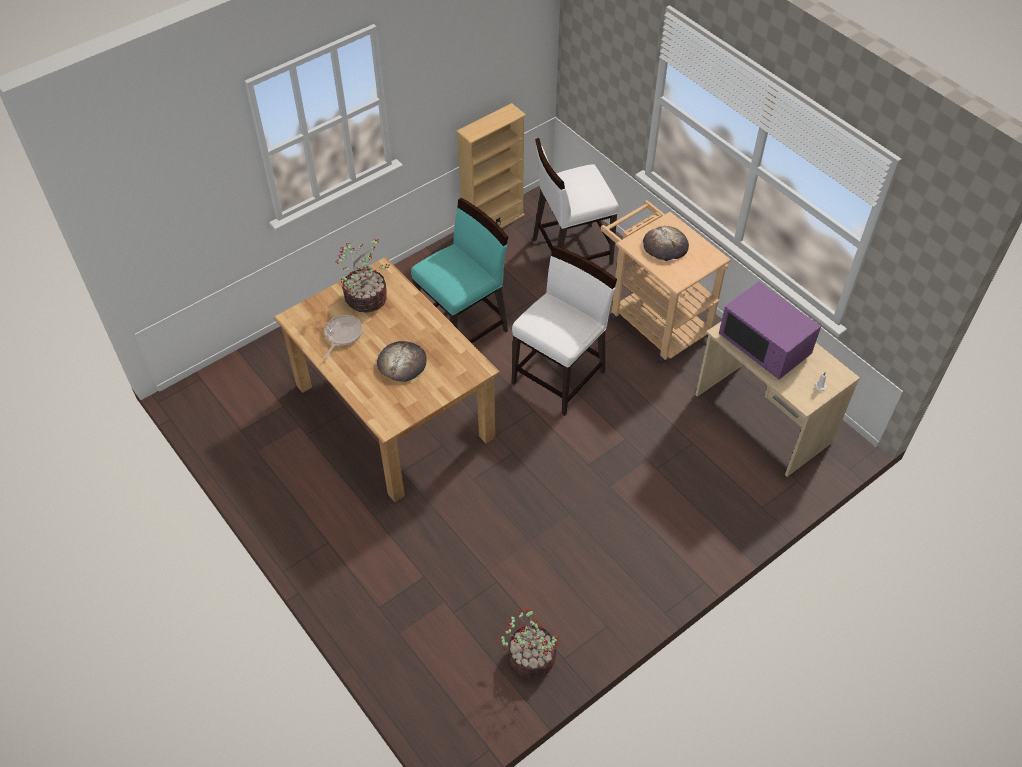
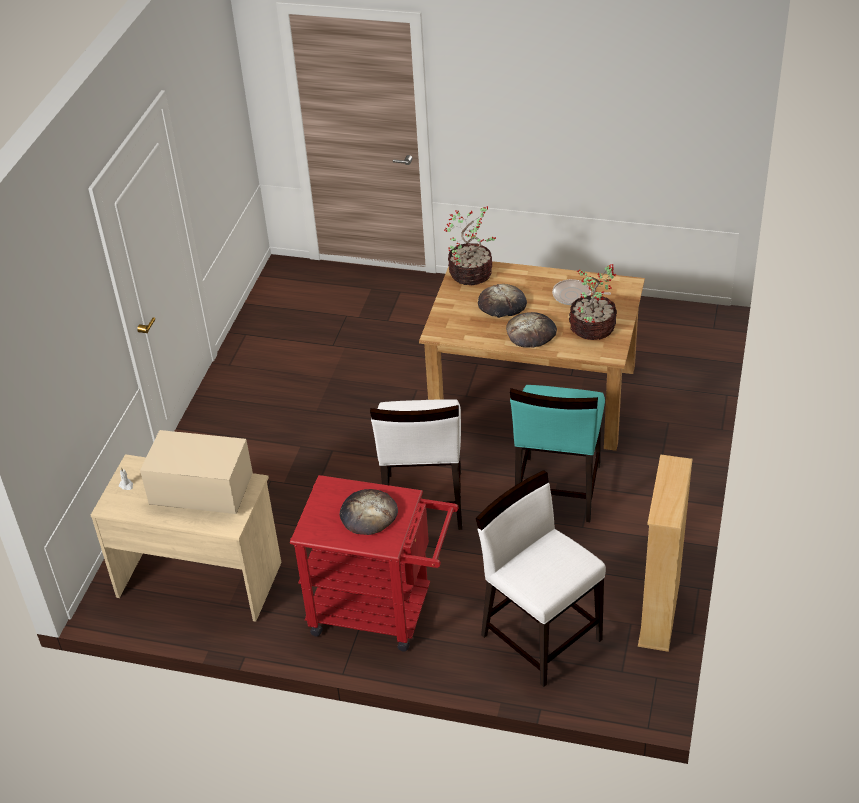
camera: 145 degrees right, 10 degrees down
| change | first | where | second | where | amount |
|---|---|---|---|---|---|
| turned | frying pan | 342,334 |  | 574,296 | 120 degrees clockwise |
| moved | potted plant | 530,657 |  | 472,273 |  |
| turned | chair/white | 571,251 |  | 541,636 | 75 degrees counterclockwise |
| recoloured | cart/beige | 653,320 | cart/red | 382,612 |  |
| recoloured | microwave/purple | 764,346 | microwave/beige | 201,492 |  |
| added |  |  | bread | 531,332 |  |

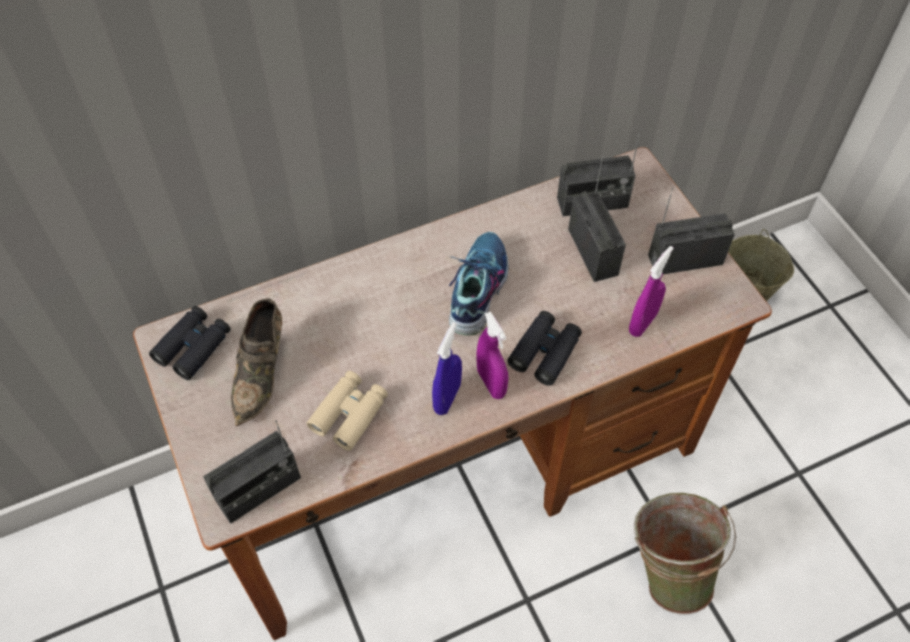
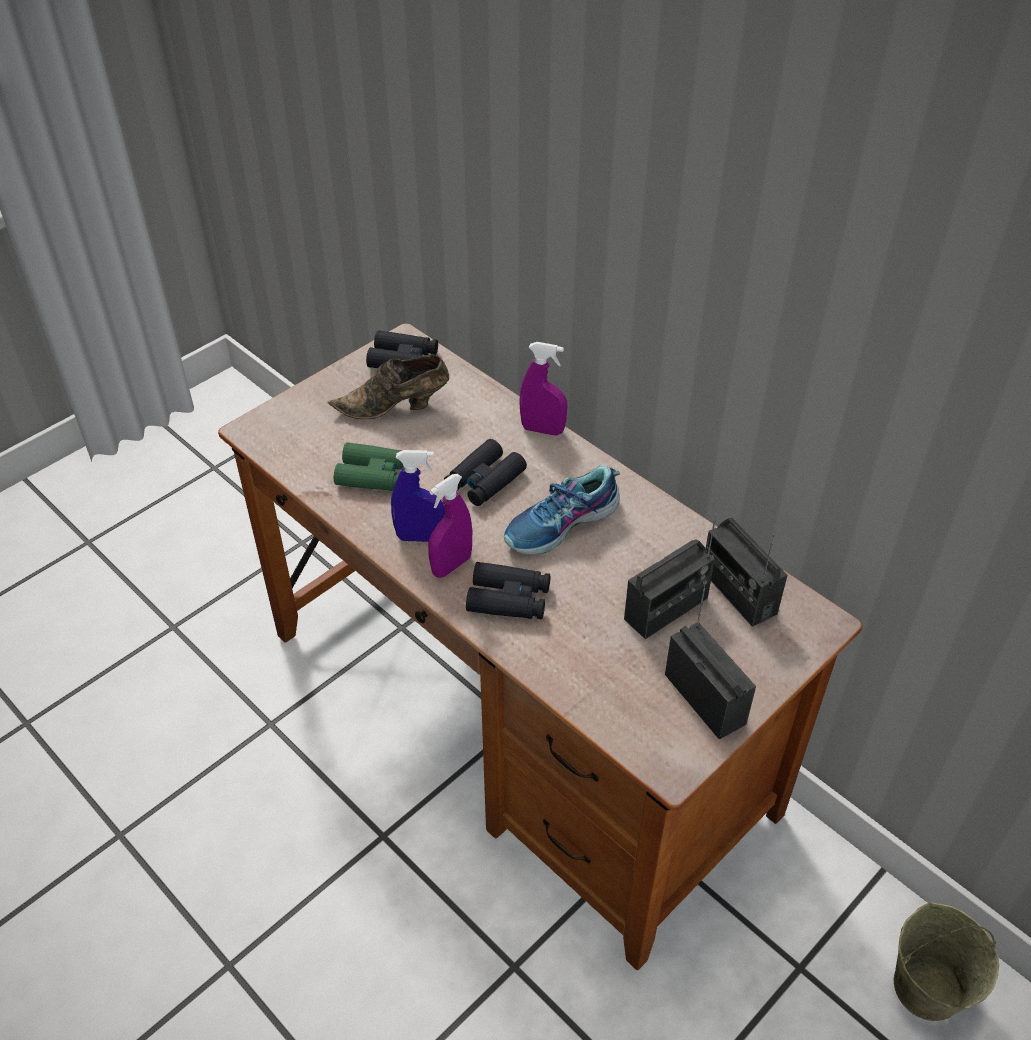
camera: 70 degrees right, 10 degrees down
| change | first | where | second | where | amount |
|---|---|---|---|---|---|
| removed | radio | 258,489 |  |  |  |
| recoloured | binoculars/beige | 349,414 | binoculars/green | 375,475 |  |
| turned | shoe | 476,289 |  | 562,525 | 150 degrees clockwise |
| moved | spray bottle/purple | 642,323 |  | 542,430 |  |
| removed | bucket/green | 668,569 |  |  |  |
| added |  |  | binoculars/black | 484,480 |  |

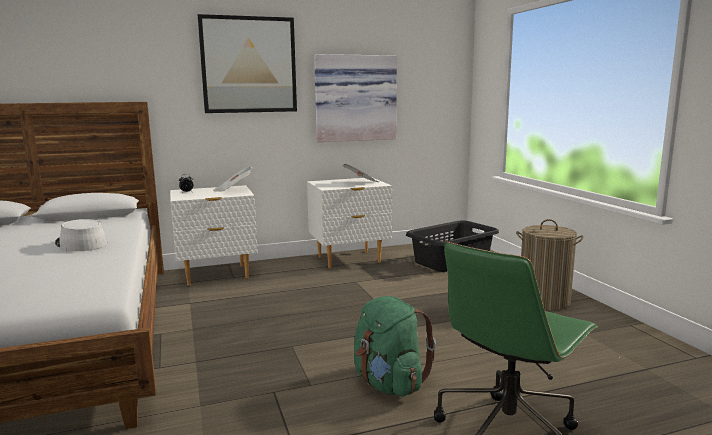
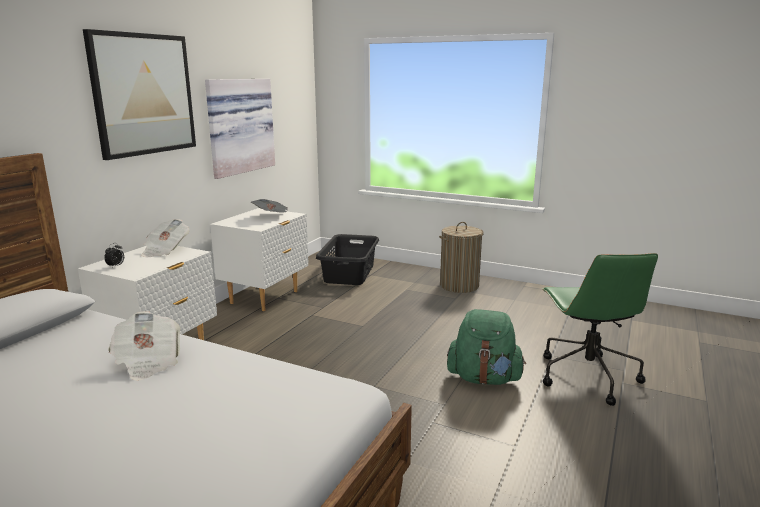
camera: 45 degrees left, 5 degrees up
| change | first | where | second | where | amount |
|---|---|---|---|---|---|
| replaced | hat/grey | 80,243 | newspaper | 148,362 |  |

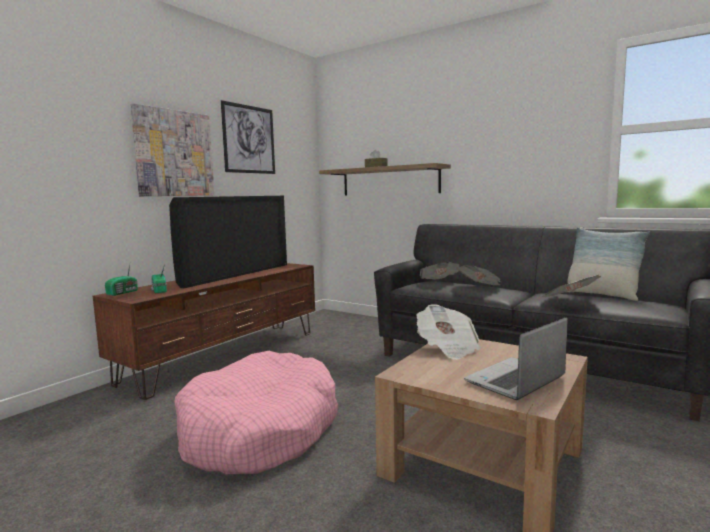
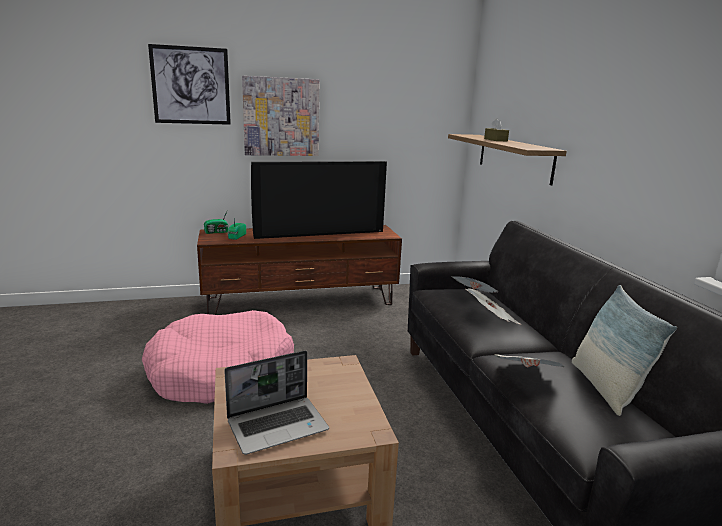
camera: 40 degrees right, 10 degrees up
| change | first | where | second | where | amount |
|---|---|---|---|---|---|
| moved | picture | 249,139 |  | 191,85 |  |
| removed | newspaper | 447,348 |  |  |  |
| turned | laptop | 515,380 |  | 278,425 | 150 degrees clockwise |

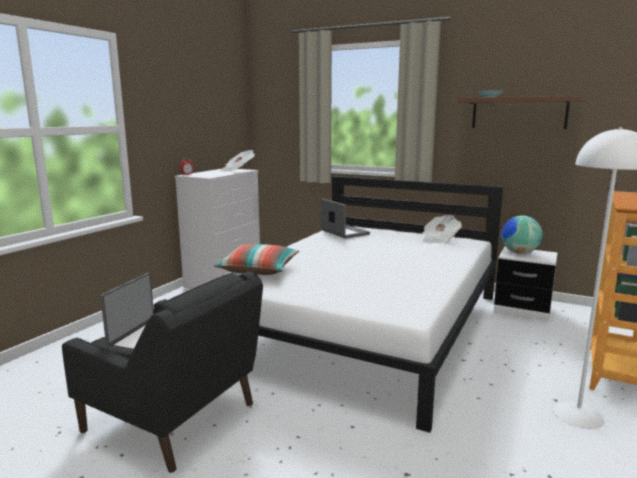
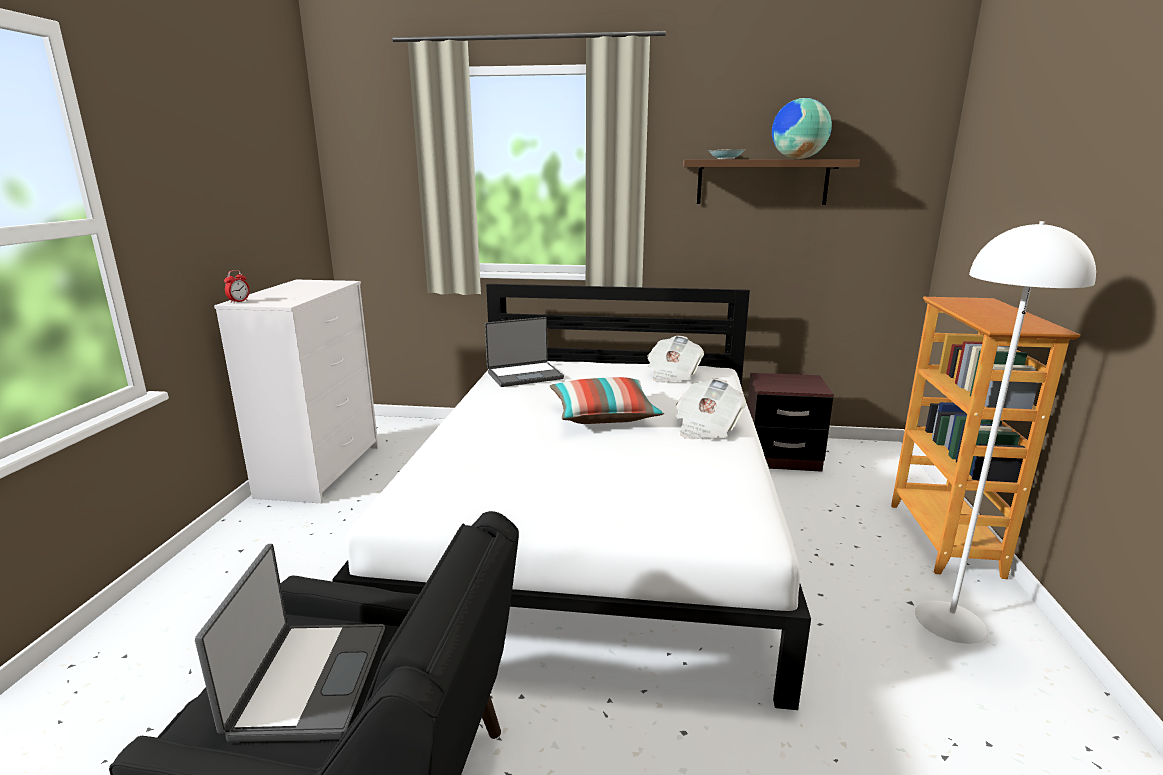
camera: 20 degrees left, 5 degrees up
| change | first | where | second | where | amount |
|---|---|---|---|---|---|
| moved | pillow | 259,270 |  | 603,415 |  |
| moved | newspaper | 237,170 |  | 706,428 |  |
| turned | laptop | 344,232 |  | 524,375 | 120 degrees clockwise |
| recoloured | nightstand/white | 522,310 | nightstand/brown | 781,458 |  |
| moved | globe | 519,253 |  | 797,159 |  |

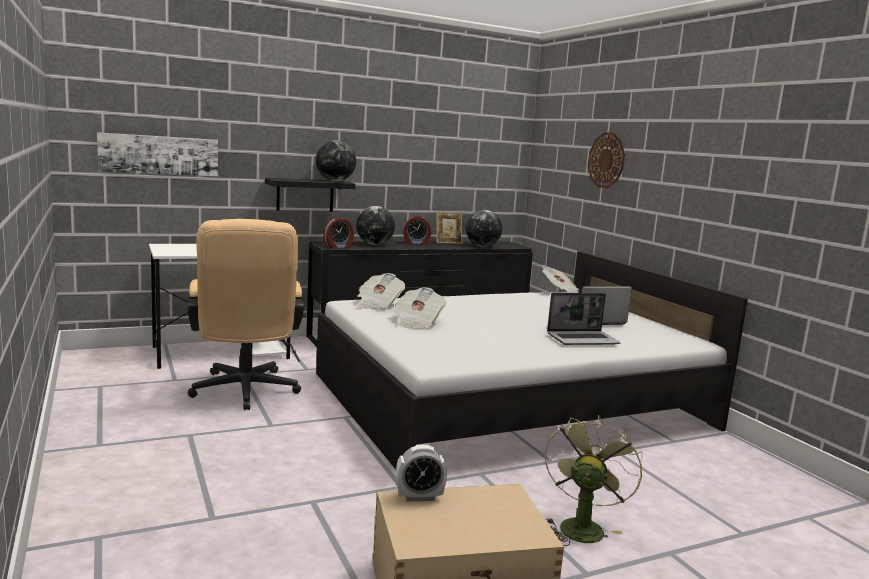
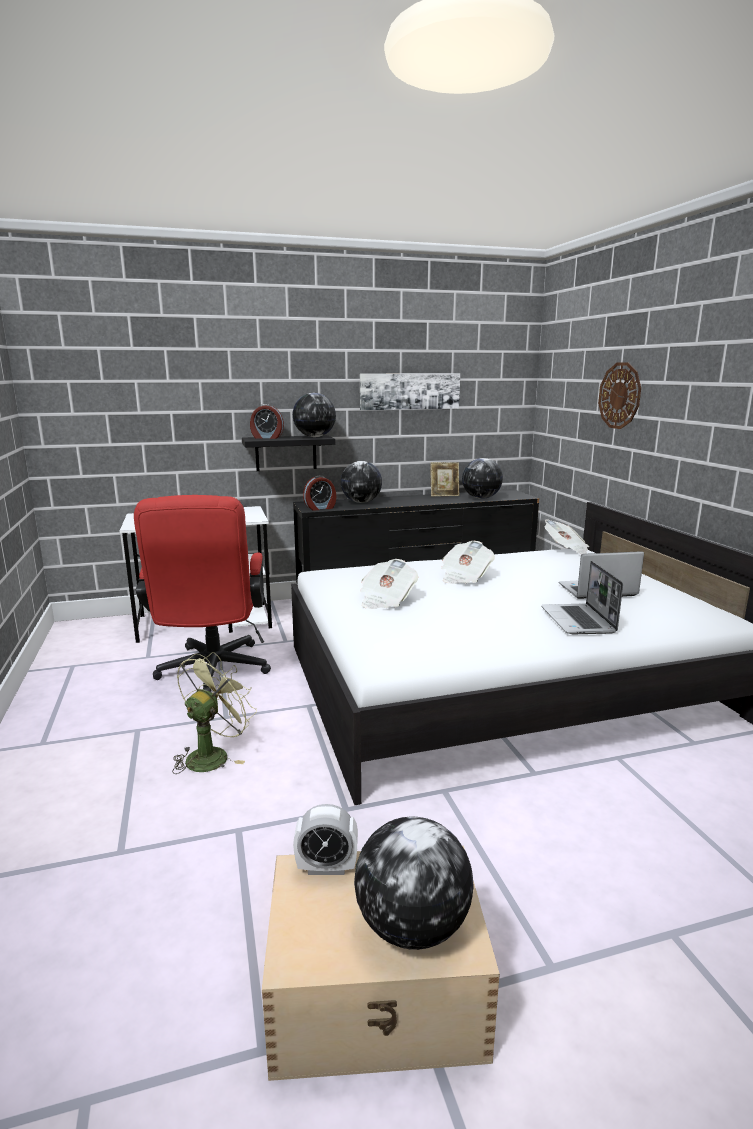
camera: 10 degrees right, 5 degrees up
| change | first | where | second | where | amount |
|---|---|---|---|---|---|
| moved | picture | 159,155 |  | 409,391 |  |
| recoloured | office chair/beige | 245,393 | office chair/red | 212,673 |  |
| moved | newspaper | 378,304 |  | 464,577 |  |
| moved | alarm clock | 416,243 |  | 267,437 |  |
| moved | fan/green | 581,526 |  | 212,755 |  |
| turned | laptop | 583,339 |  | 579,621 | 90 degrees clockwise |
| added |  |  | globe | 413,926 |  |

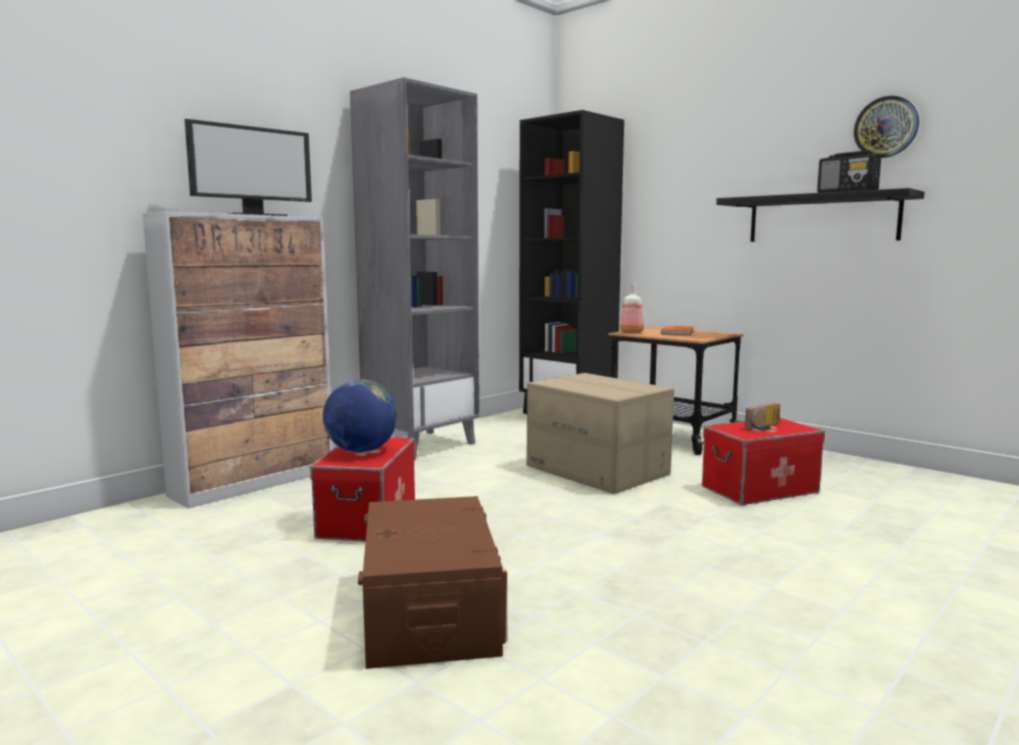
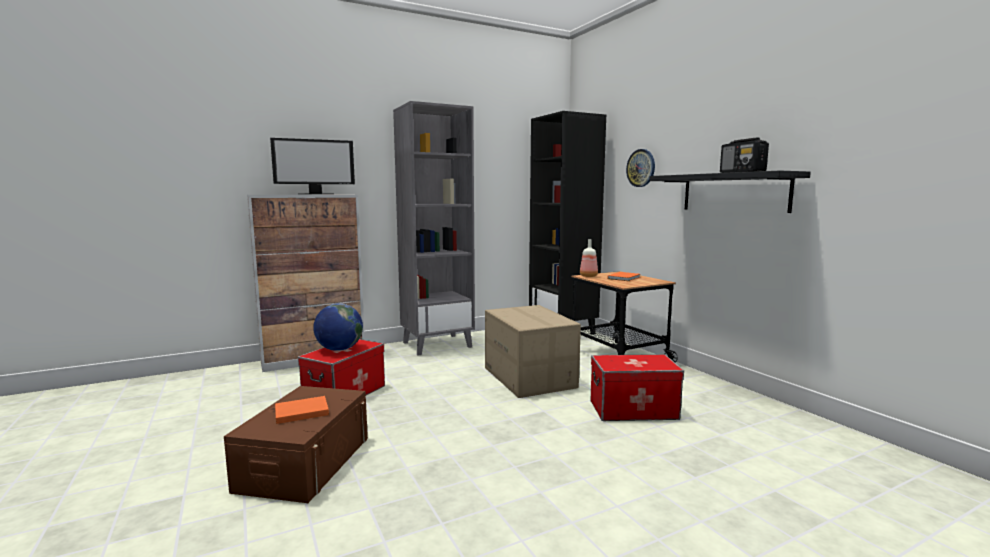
camera: 20 degrees right, 0 degrees up
| change | first | where | second | where | amount |
|---|---|---|---|---|---|
| removed | radio | 765,427 |  |  |  |
| moved | wall clock | 886,127 |  | 641,168 |  |
| added |  |  | book/orange | 300,412 |  |

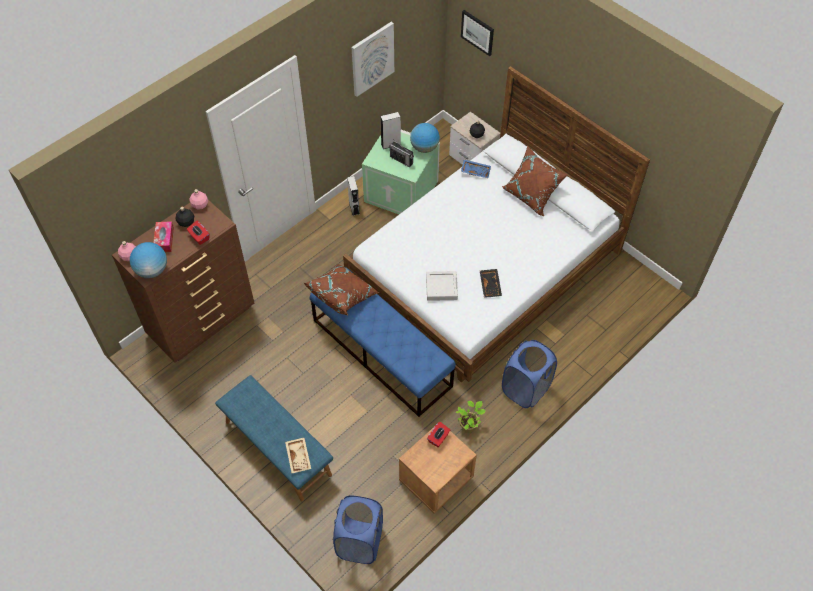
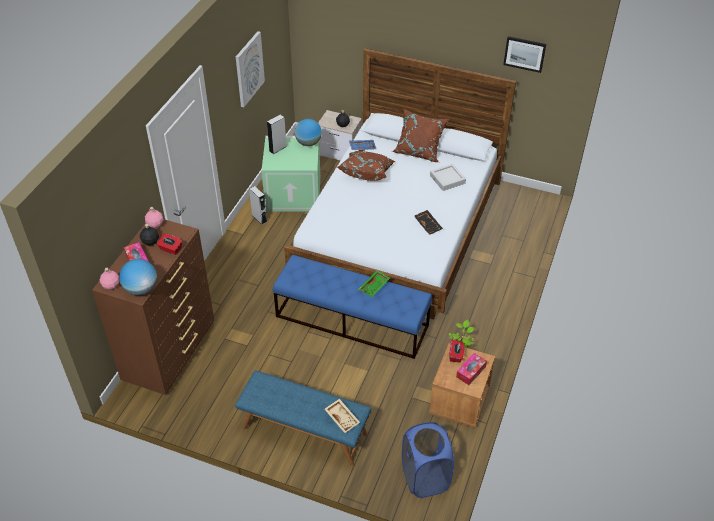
camera: 25 degrees left, 10 degrees down
| change | first | where | second | where | amount |
|---|---|---|---|---|---|
| moved | pillow/brown | 343,295 |  | 367,173 |  |
| removed | radio | 401,160 |  |  |  |
| moved | tray/grey | 441,287 |  | 447,179 |  |
| moved | picture | 477,32 |  | 524,54 |  |
| removed | laundry basket/blue | 525,389 |  |  |  |
| added |  |  | tray/green | 374,286 |  |
| added |  |  | tissue box | 471,372 |  |

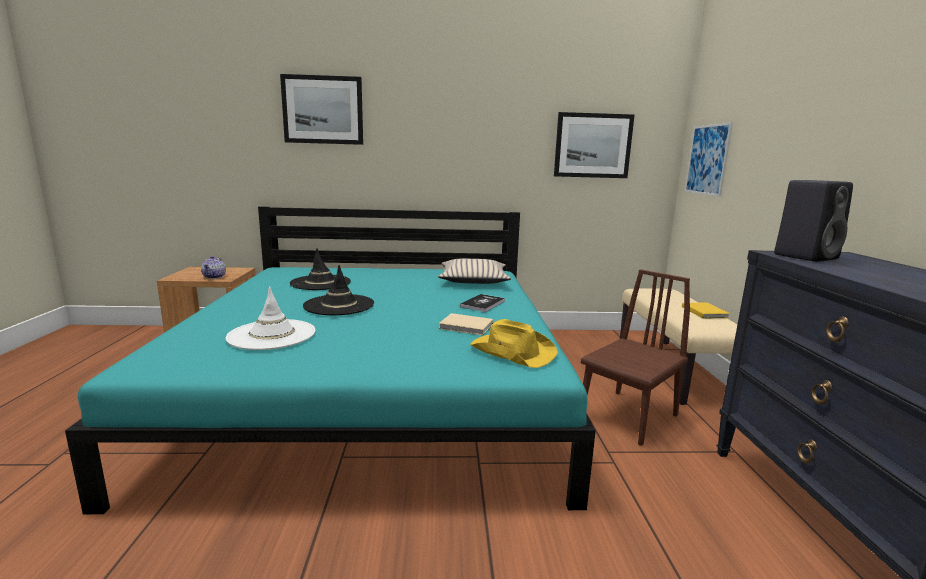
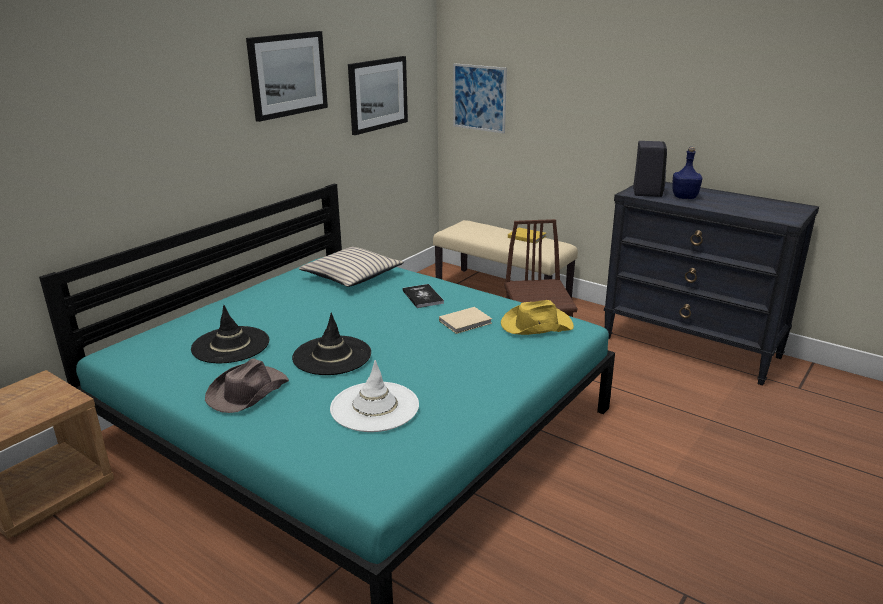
camera: 50 degrees left, 10 degrees up
| change | first | where | second | where | amount |
|---|---|---|---|---|---|
| removed | teapot | 214,277 |  |  |  |
| moved | picture | 323,110 |  | 287,74 |  |
| added |  |  | hat/brown | 247,392 |  |
| added |  |  | bottle/blue | 684,197 |  |

